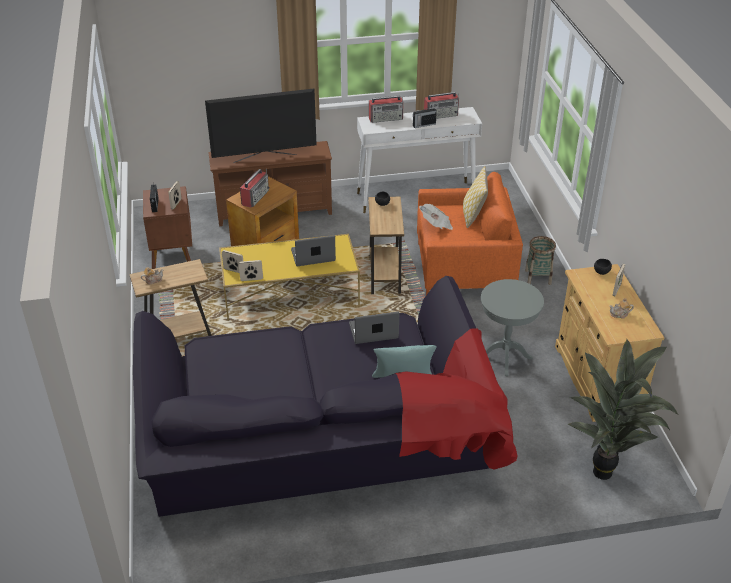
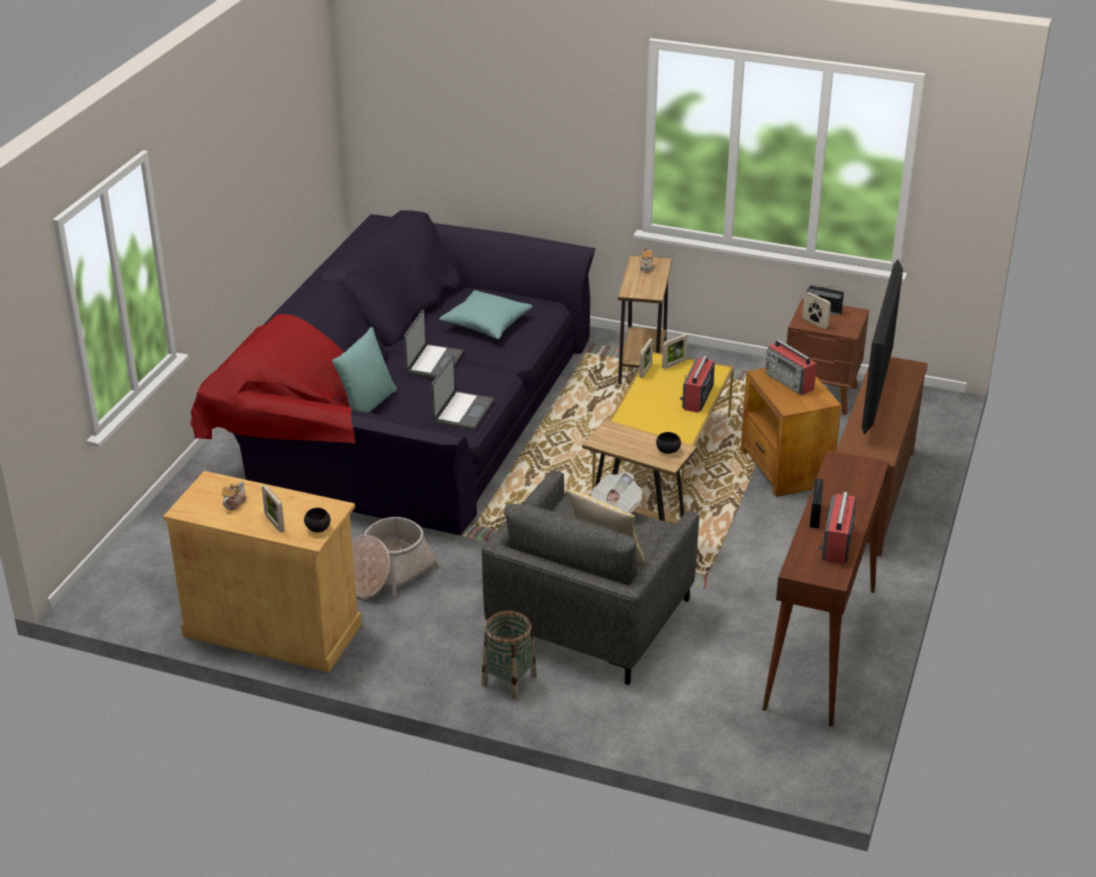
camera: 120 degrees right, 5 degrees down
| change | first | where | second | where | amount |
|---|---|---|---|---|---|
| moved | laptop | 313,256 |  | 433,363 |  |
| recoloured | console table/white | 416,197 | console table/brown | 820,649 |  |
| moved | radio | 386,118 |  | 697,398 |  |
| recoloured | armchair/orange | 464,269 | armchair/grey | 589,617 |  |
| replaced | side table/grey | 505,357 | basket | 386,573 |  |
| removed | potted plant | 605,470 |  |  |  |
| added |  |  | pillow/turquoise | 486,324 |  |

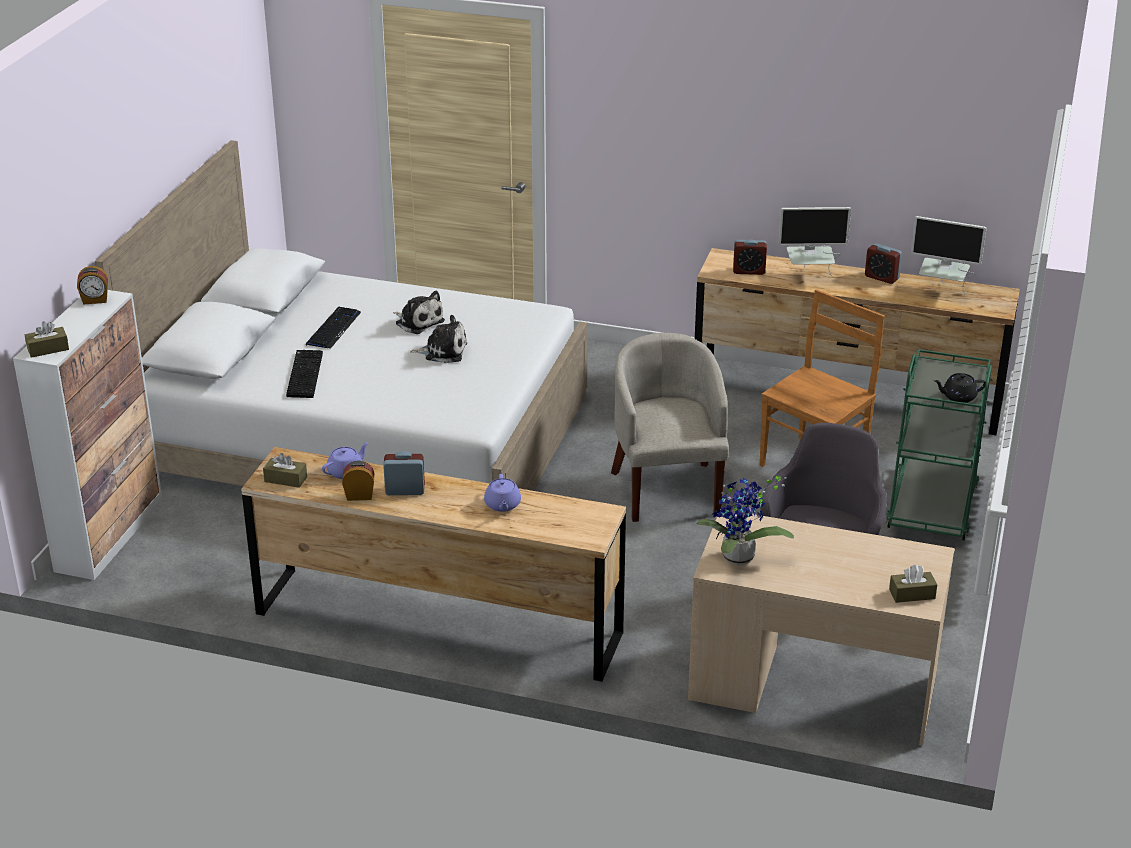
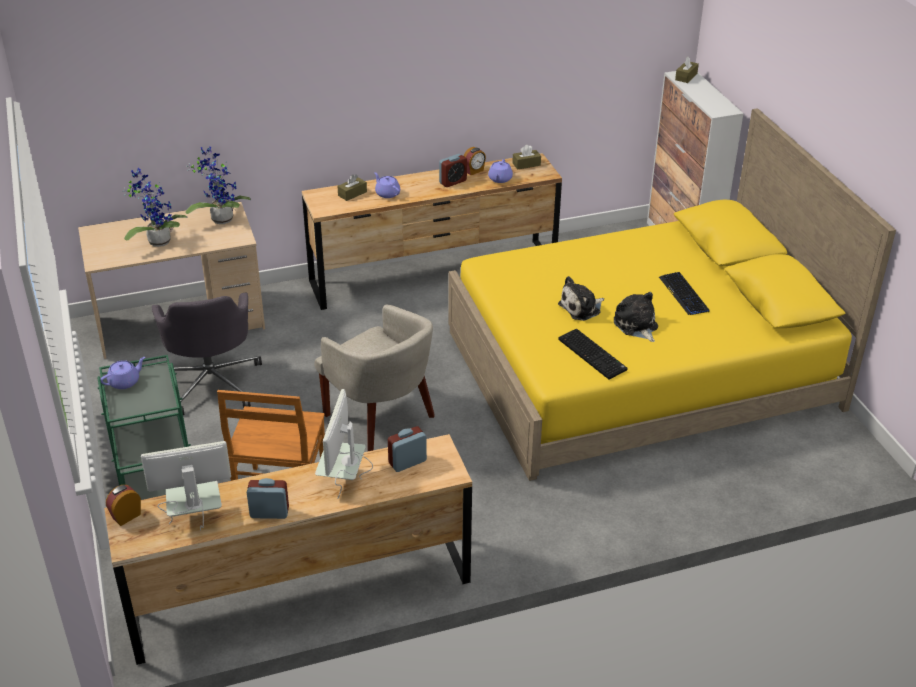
camera: 145 degrees right, 5 degrees up
| change | first | where | second | where | amount |
|---|---|---|---|---|---|
| moved | alarm clock | 95,300 |  | 126,516 |  |
| recoloured | bed/white | 366,435 | bed/yellow | 641,369 |  |
| moved | keyboard | 303,374 |  | 593,355 |  |
| turned | plush toy | 418,322 |  | 636,326 | 60 degrees clockwise |
| turned | monitor | 809,276 |  | 343,481 | 45 degrees counterclockwise |
| moved | tissue box/brown | 912,594 |  | 352,194 |  |
| recoloured | teapot/black | 958,397 | teapot/purple | 125,382 |  |
| added |  |  | potted plant | 157,240 |  |

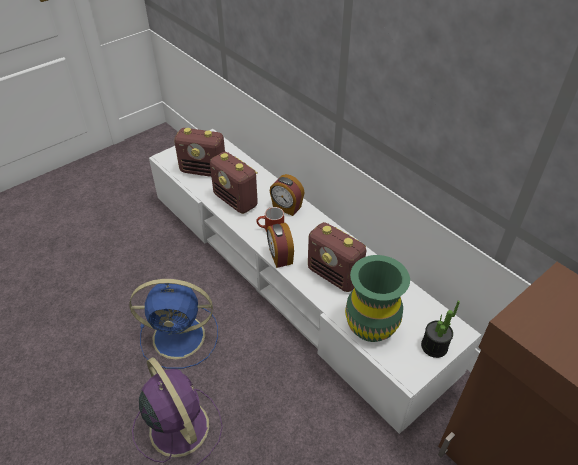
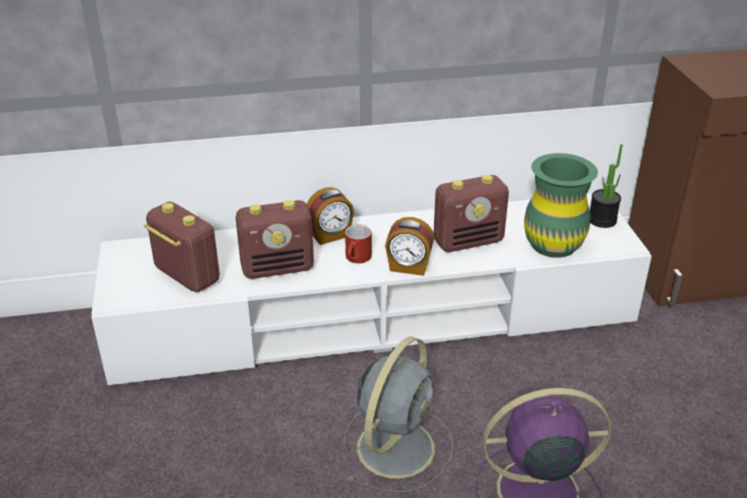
camera: 60 degrees left, 10 degrees down
| change | first | where | second | where | amount |
|---|---|---|---|---|---|
| recoloured | fan/blue | 181,336 | fan/grey | 397,445 |  |
| turned | radio | 204,170 |  | 186,275 | 90 degrees counterclockwise |

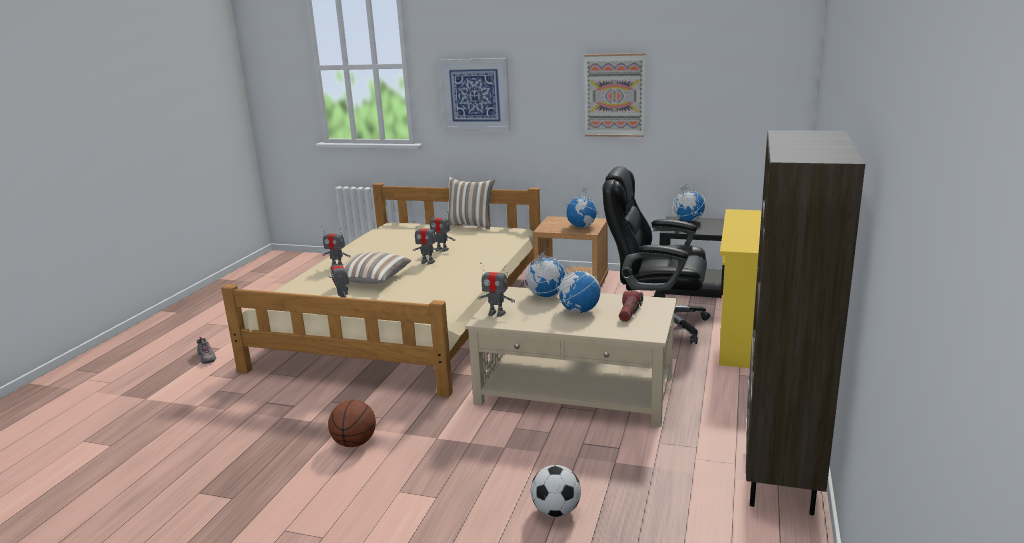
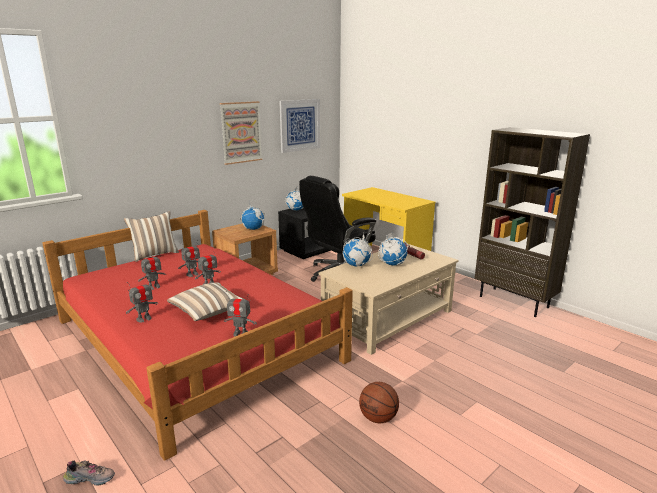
camera: 60 degrees left, 0 degrees up
| change | first | where | second | where | amount |
|---|---|---|---|---|---|
| recoloured | bed/beige | 410,316 | bed/red | 196,340 |  |
| moved | picture | 475,95 |  | 300,125 |  |
| moved | toy robot | 496,313 |  | 154,287 |  |
| removed | football | 556,511 |  |  |  |

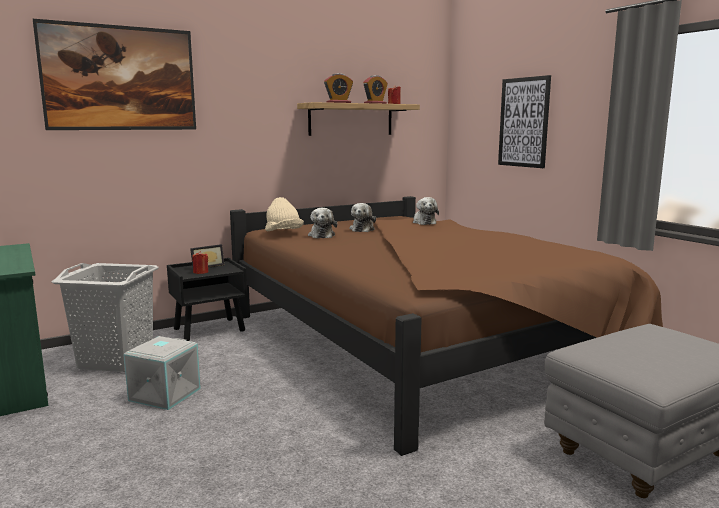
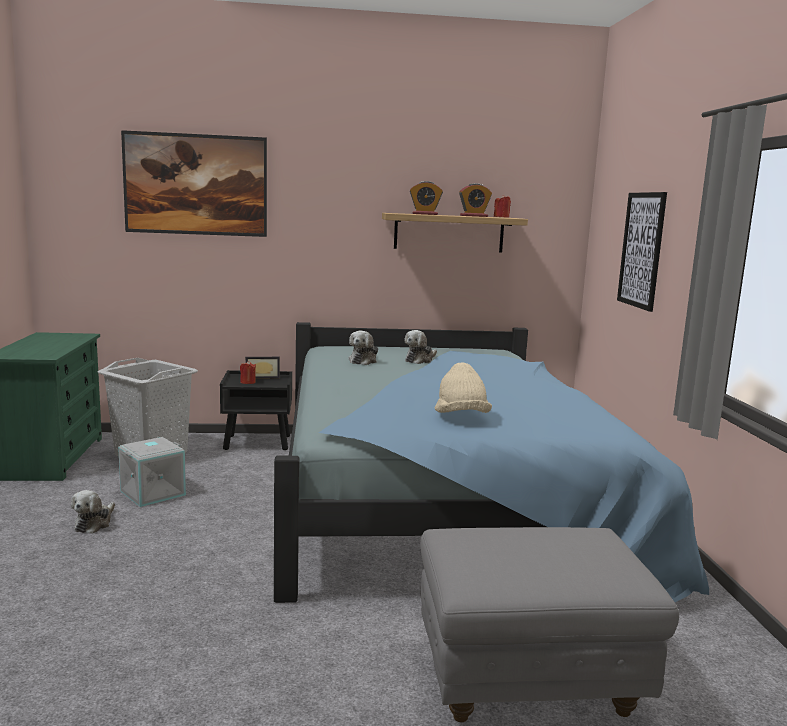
camera: 25 degrees right, 0 degrees up
| change | first | where | second | where | amount |
|---|---|---|---|---|---|
| recoloured | bed/brown | 422,343 | bed/blue | 444,501 |  |
| moved | hat/beige | 283,233 |  | 461,418 |  |
| moved | plush toy | 423,222 |  | 94,523 |  |

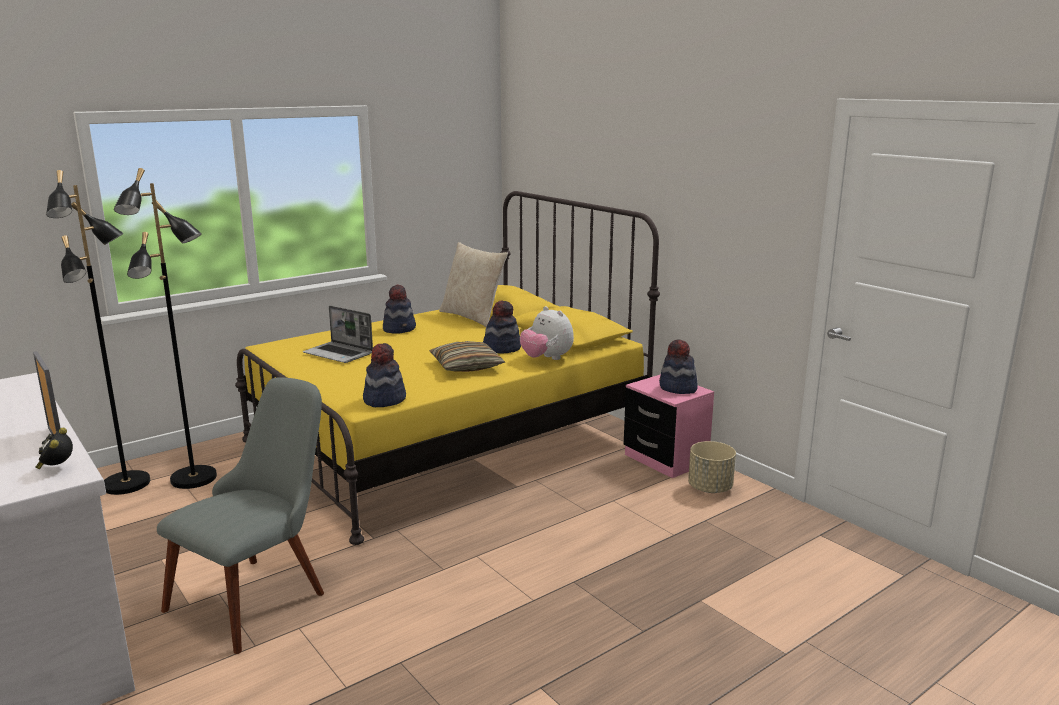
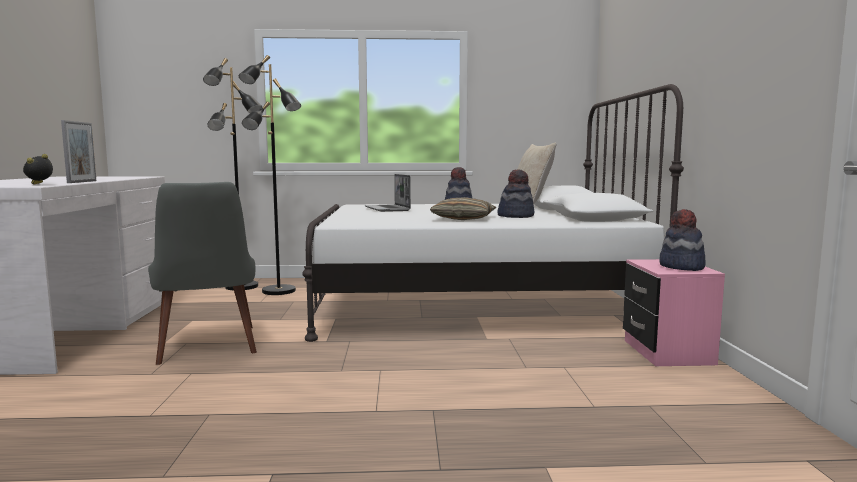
camera: 35 degrees right, 10 degrees down
| change | first | where | second | where | amount |
|---|---|---|---|---|---|
| turned | chair/grey | 261,592 |  | 208,349 | 90 degrees clockwise |
| recoloured | bed/yellow | 448,440 | bed/white | 474,303 |  |
| removed | hat | 384,399 |  |  |  |
| removed | plush toy | 546,359 |  |  |  |
| removed | planter/beige | 710,488 |  |  |  |

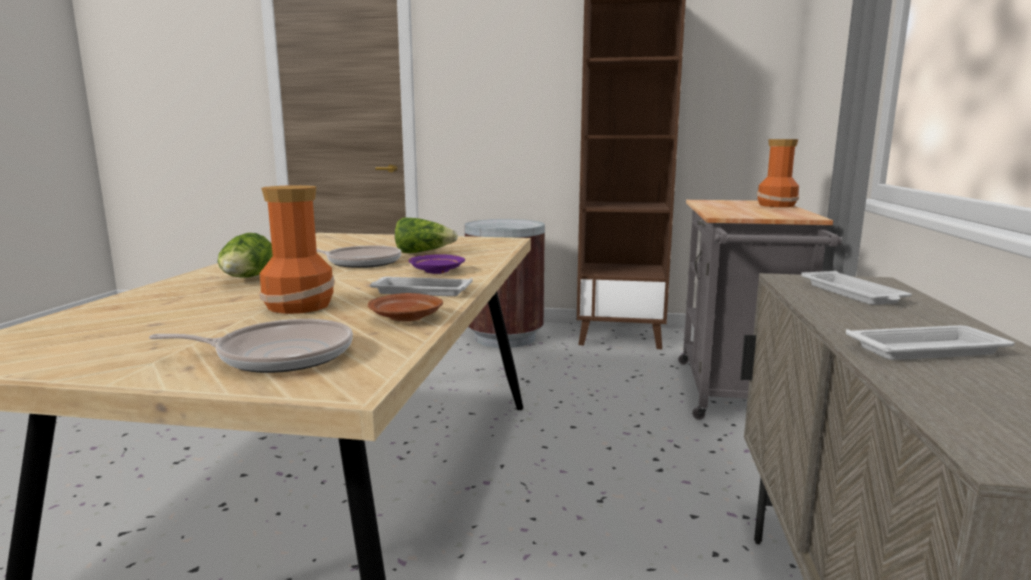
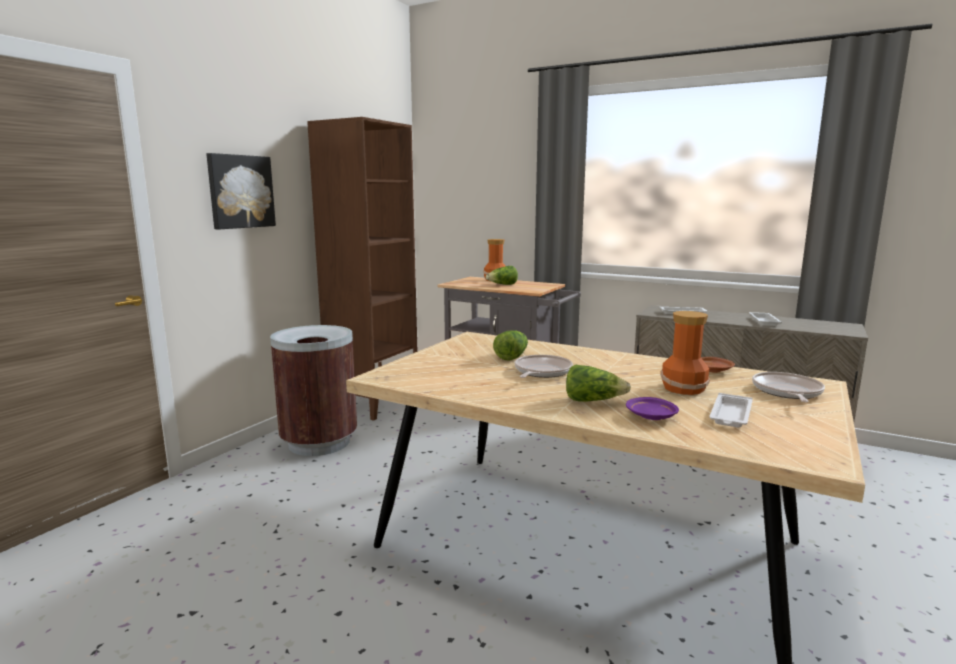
camera: 70 degrees left, 0 degrees up
| change | first | where | second | where | amount |
|---|---|---|---|---|---|
| moved | tray/white | 420,291 |  | 730,415 |  |
| moved | plate/purple | 436,271 |  | 651,416 |  |
| added |  |  | picture | 240,191 |  |
| added |  |  | lettuce | 502,285 |  |

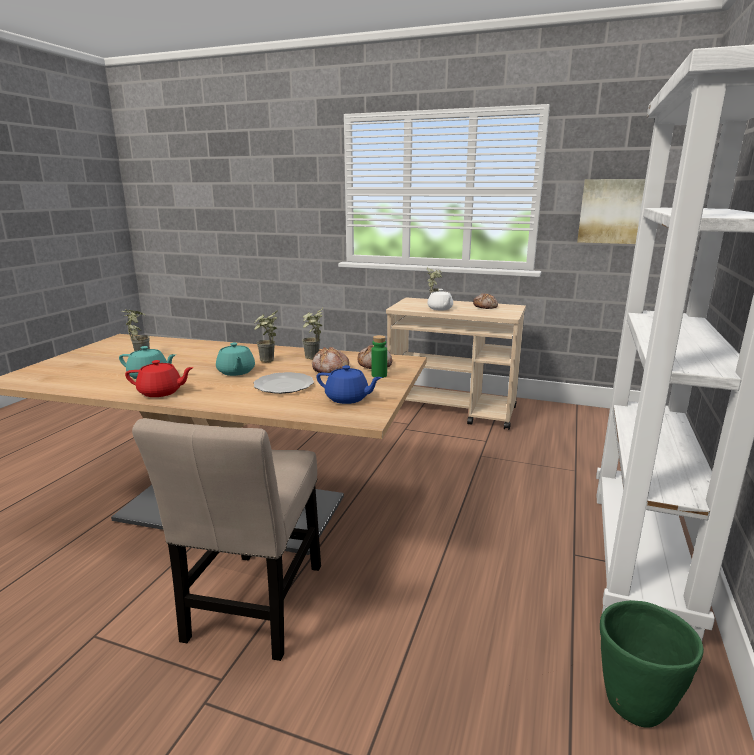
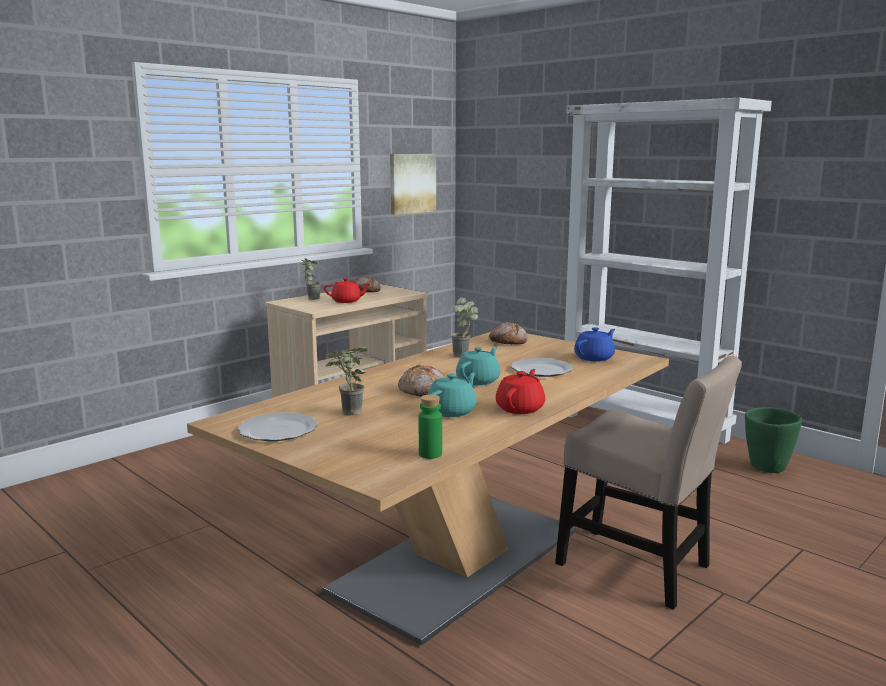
camera: 65 degrees left, 5 degrees down
| change | first | where | second | where | amount |
|---|---|---|---|---|---|
| turned | teapot/turquoise | 236,372 |  | 478,381 | 60 degrees counterclockwise |
| removed | potted plant | 267,362 |  |  |  |
| moved | bread | 330,369 |  | 424,391 |  |
| moved | bottle/green | 379,375 |  | 430,454 |  |
| recoloured | teapot/white | 440,309 | teapot/red | 347,301 |  |
| added |  |  | plate | 279,430 |  |

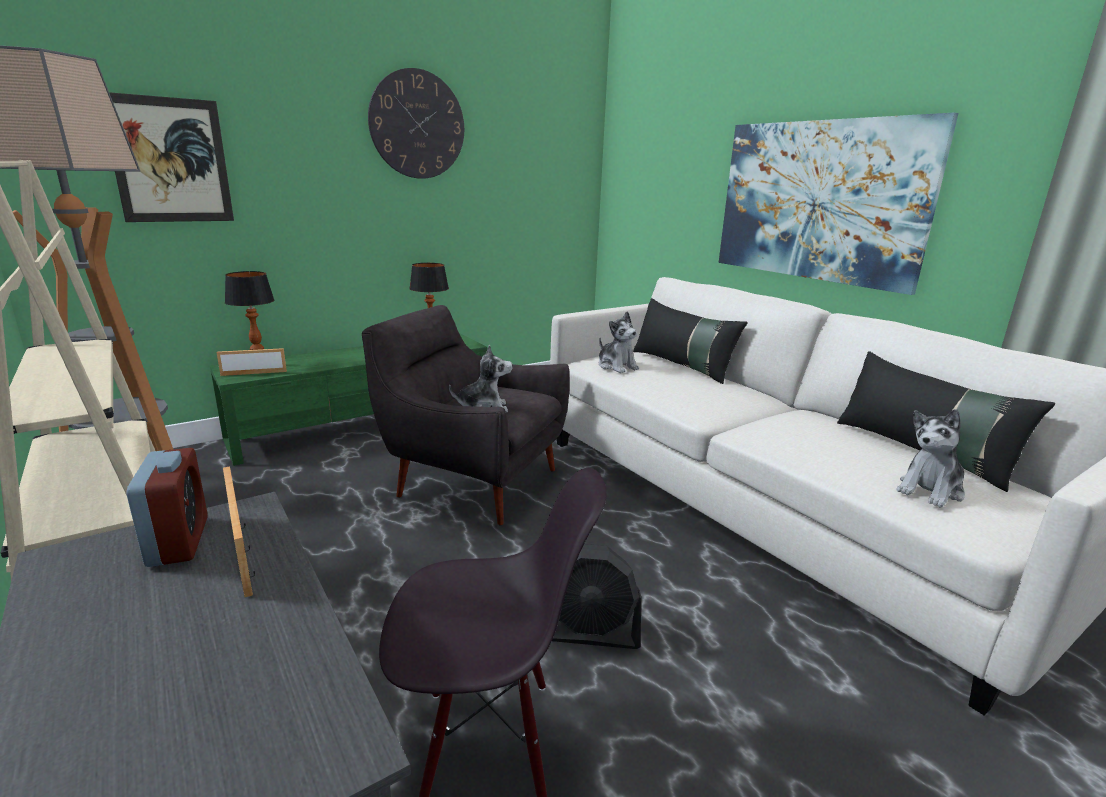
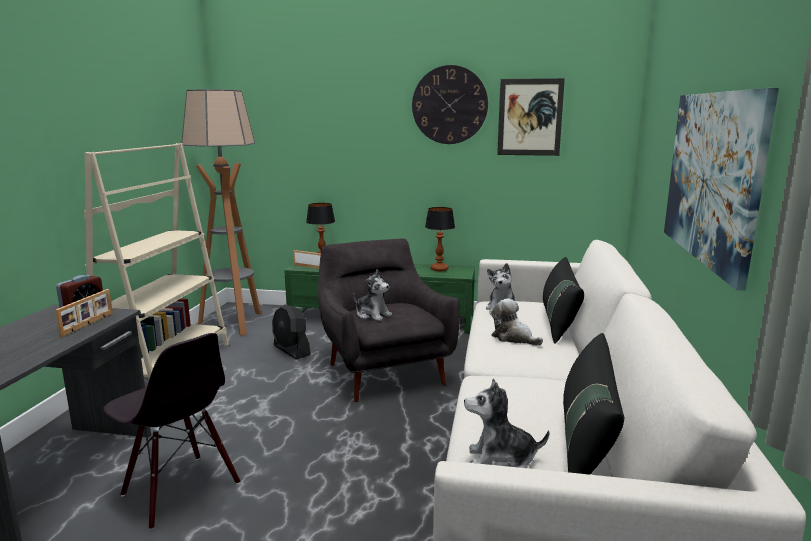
camera: 45 degrees right, 5 degrees down
| change | first | where | second | where | amount |
|---|---|---|---|---|---|
| moved | picture | 171,161 |  | 530,117 |  |
| moved | fan/black | 589,633 |  | 291,350 |  |
| added |  |  | plush toy | 513,338 |  |

